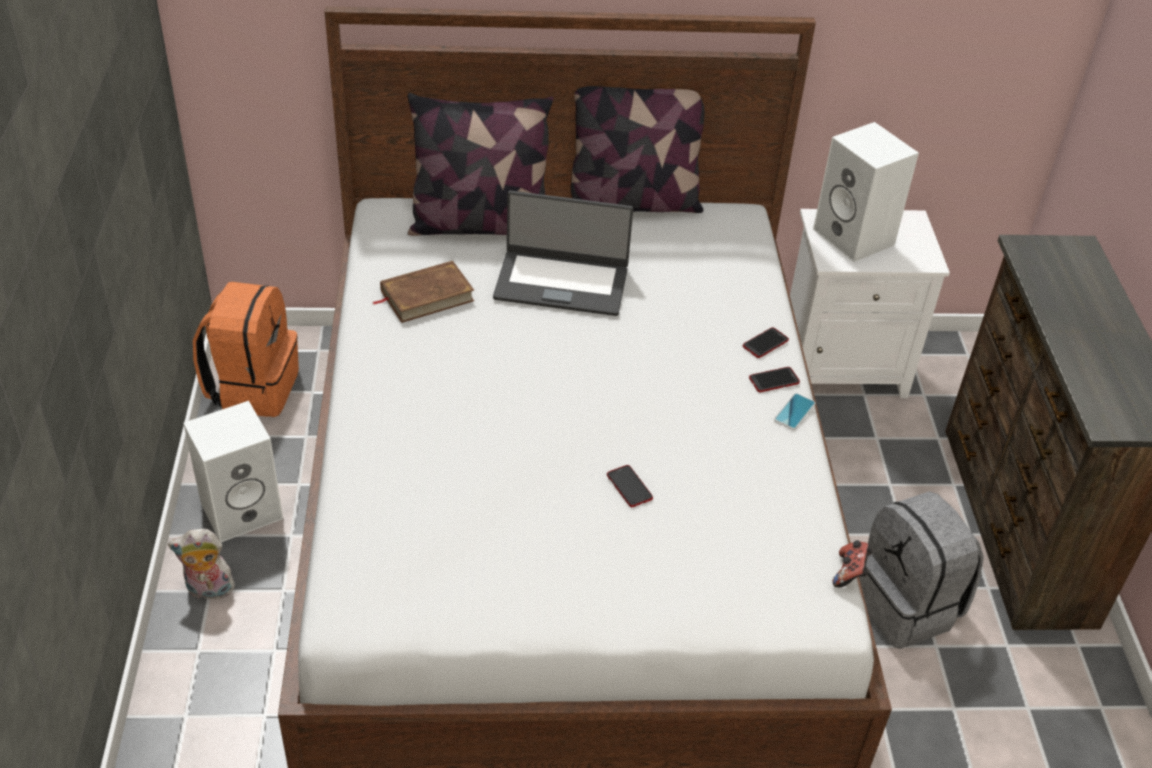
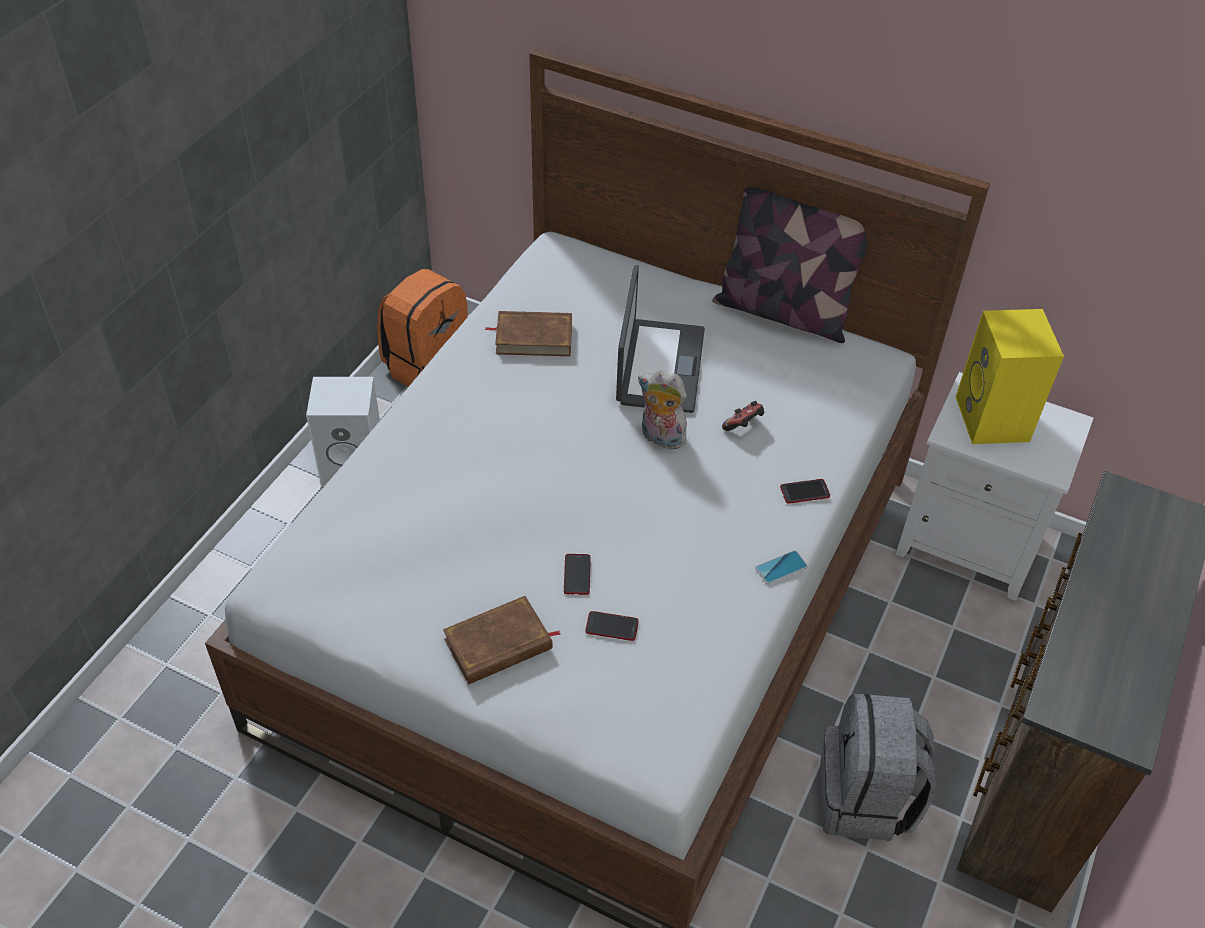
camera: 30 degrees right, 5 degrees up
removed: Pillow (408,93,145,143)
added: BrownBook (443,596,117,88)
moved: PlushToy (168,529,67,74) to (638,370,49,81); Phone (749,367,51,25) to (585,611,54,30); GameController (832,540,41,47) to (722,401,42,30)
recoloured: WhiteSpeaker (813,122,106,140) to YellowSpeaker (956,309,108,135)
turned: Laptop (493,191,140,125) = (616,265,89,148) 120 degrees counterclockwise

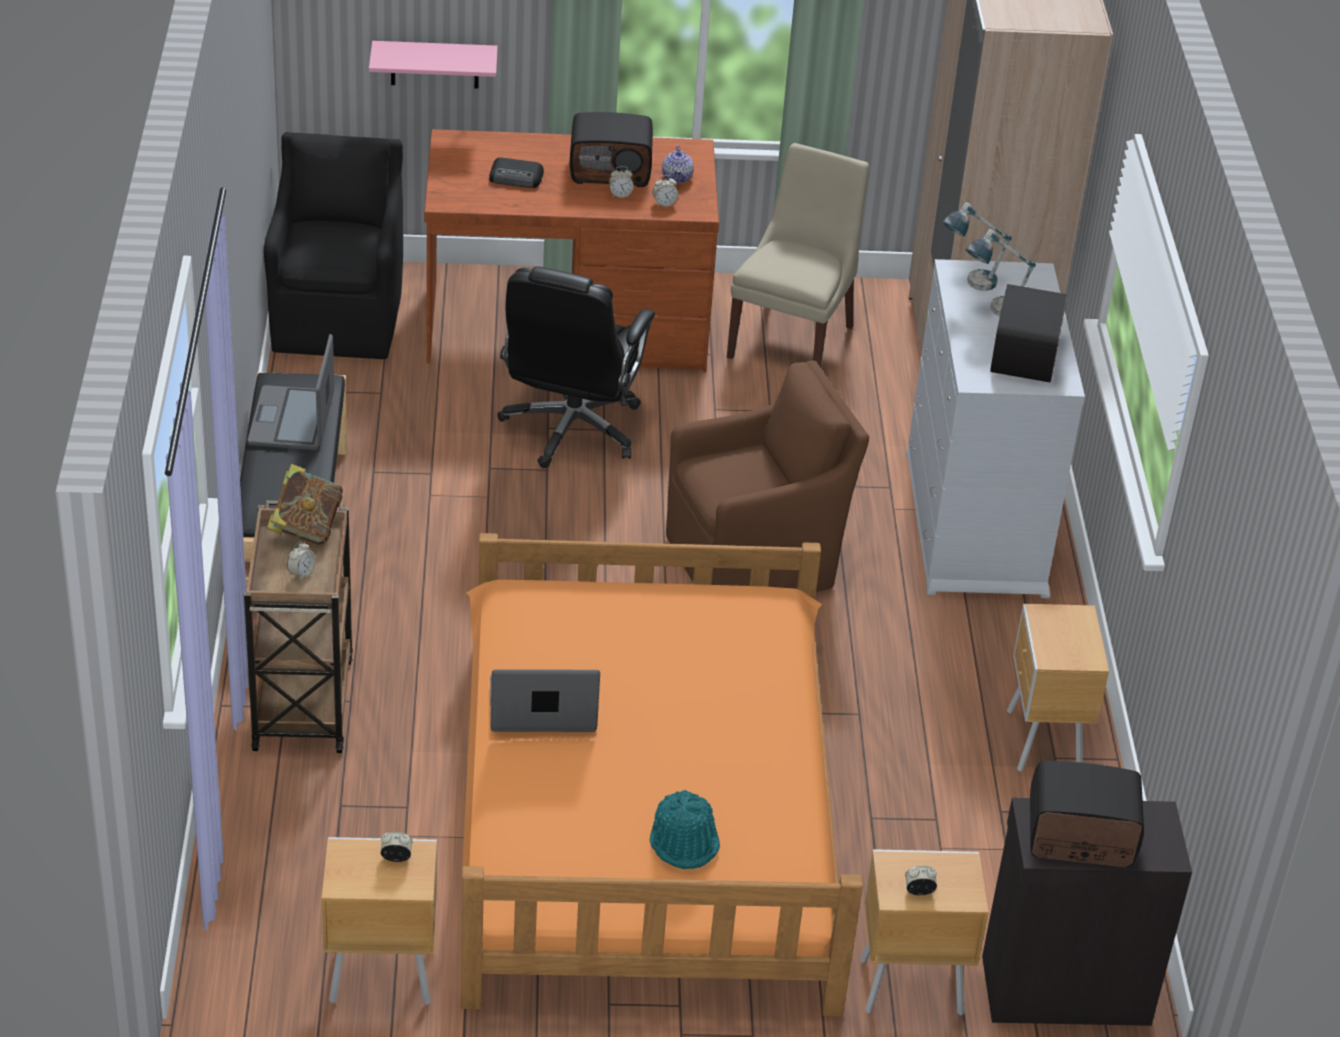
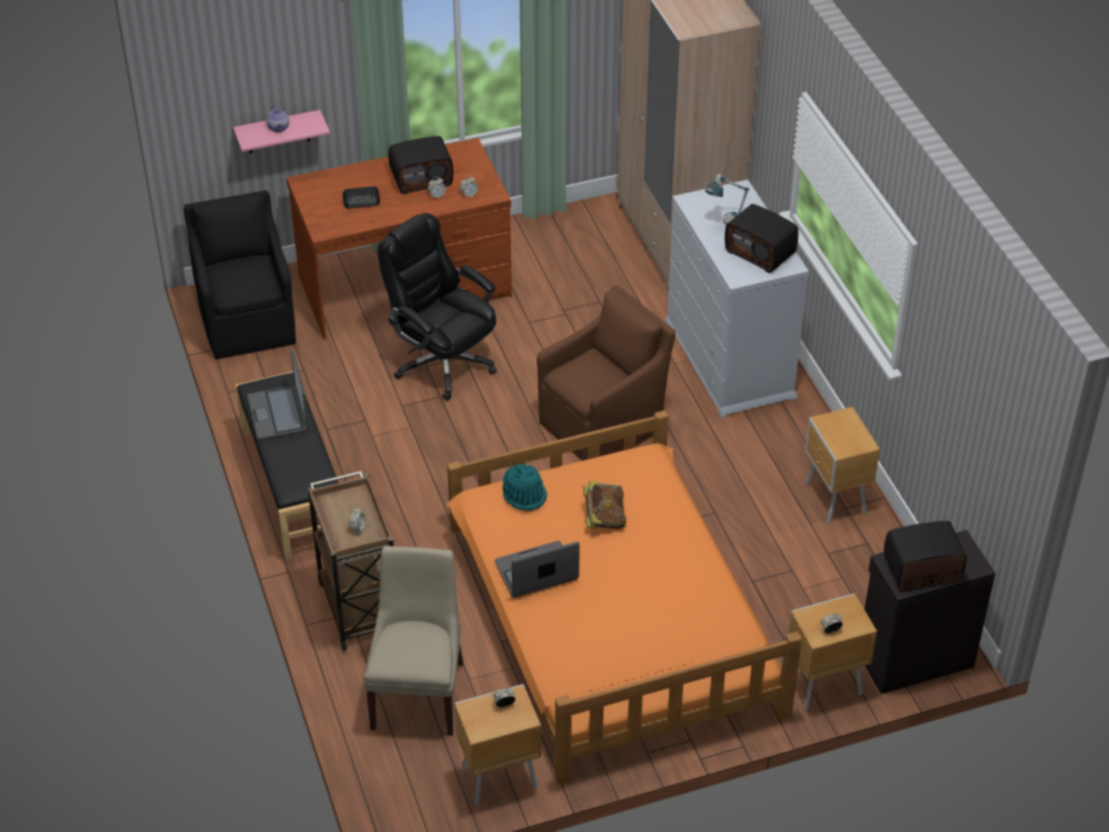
camera: 15 degrees left, 5 degrees up
removed: TableLamp (942,202,70,89)
moved: Book (266,464,77,82) to (583,481,43,48); TurquoiseHat (650,790,70,79) to (503,464,44,47); Teapot (662,146,32,37) to (266,105,23,27); BeigeChair (727,143,142,225) to (364,546,100,190)
turned: BlackOfficeChair (497,266,158,202) = (378,213,119,188) 135 degrees clockwise; Radio (990,284,77,98) = (725,204,73,69) 45 degrees counterclockwise

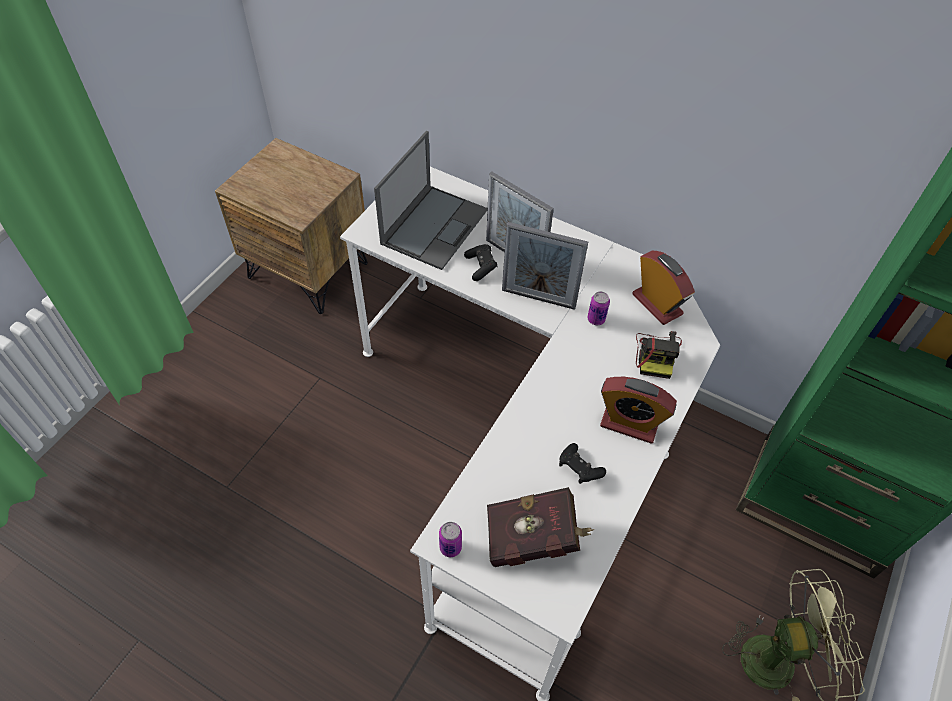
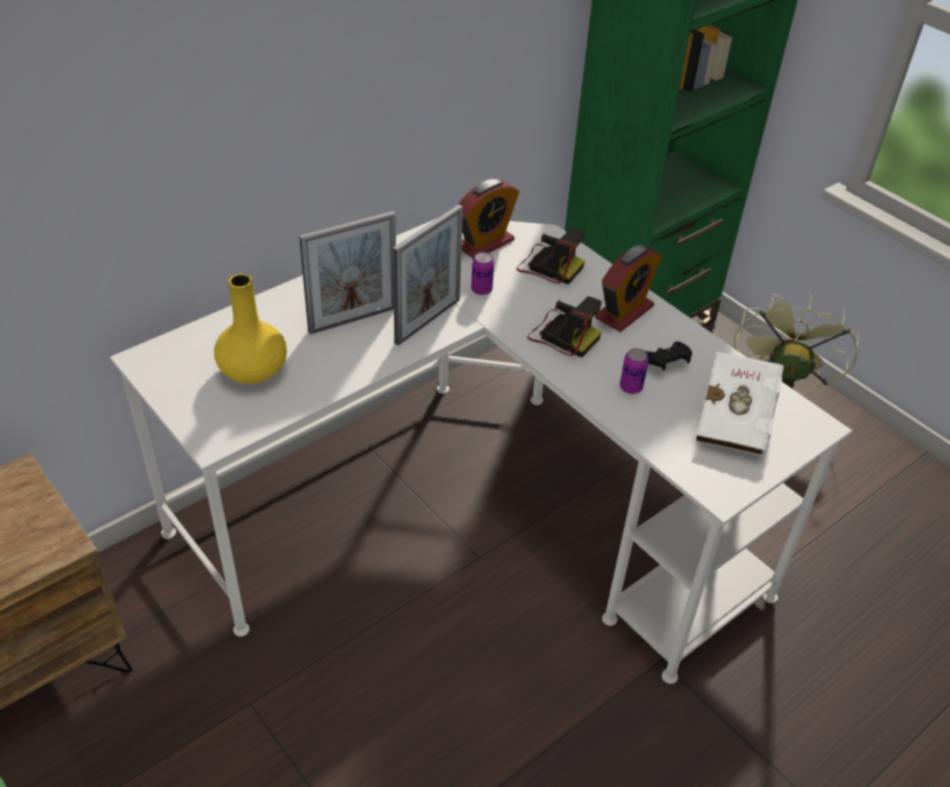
camera: 70 degrees left, 10 degrees down
removed: BlackGameController (464,244,34,37)
added: PhotoCamera (527,296,75,62)
moved: Can (439,522,23,35) to (620,348,29,46)
replaced: Laptop (374,131,114,139) to YellowVase (214,274,73,110)
recoloured: RedBook (487,487,107,80) to WhiteBook (696,351,88,106)
turned: AlarmClock (633,251,62,74) = (459,179,60,80) 150 degrees clockwise

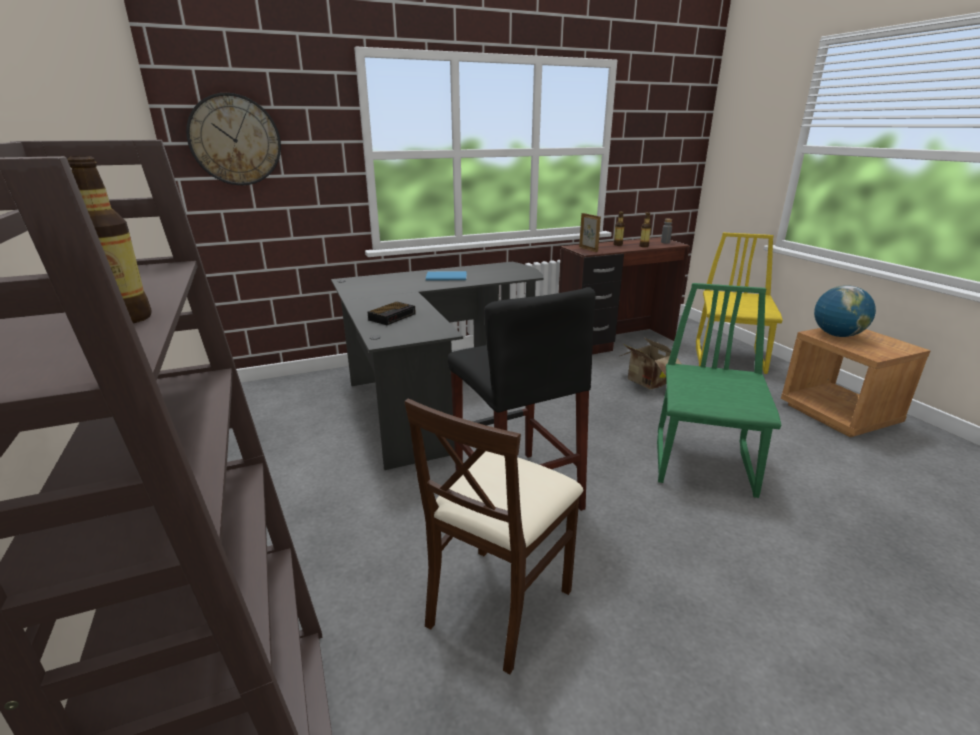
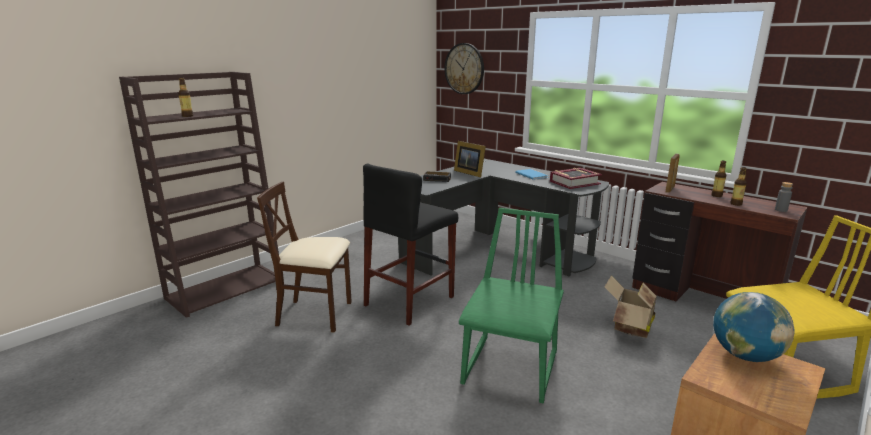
camera: 65 degrees right, 5 degrees down
added: PictureFrame (454,141,32,36); Book (550,168,52,21)
turned: GreenChair (657,283,124,215) = (459,208,105,195) 60 degrees counterclockwise

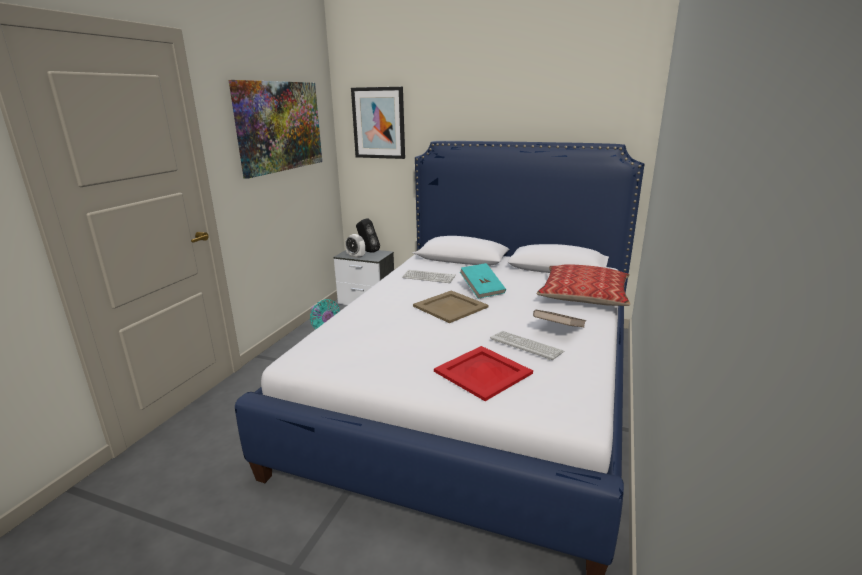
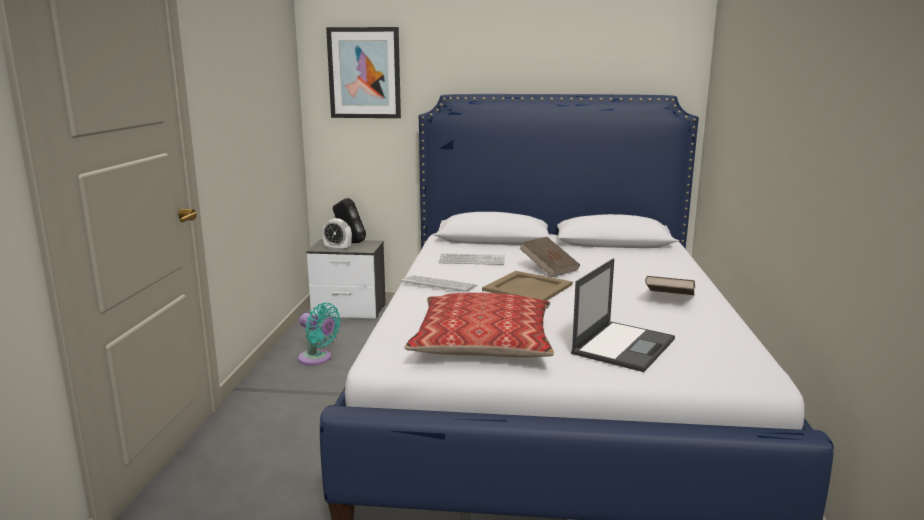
camera: 15 degrees left, 5 degrees down
removed: Picture (229,80,93,99)
moved: Keyboard (490,331,75,29) to (401,275,76,18); Pillow (536,264,94,42) to (404,293,150,65)
replaced: RedTray (434,346,99,55) to Laptop (571,258,104,114)
recoloured: TurquoiseBook (460,263,46,36) to BrownBook (519,237,61,40)

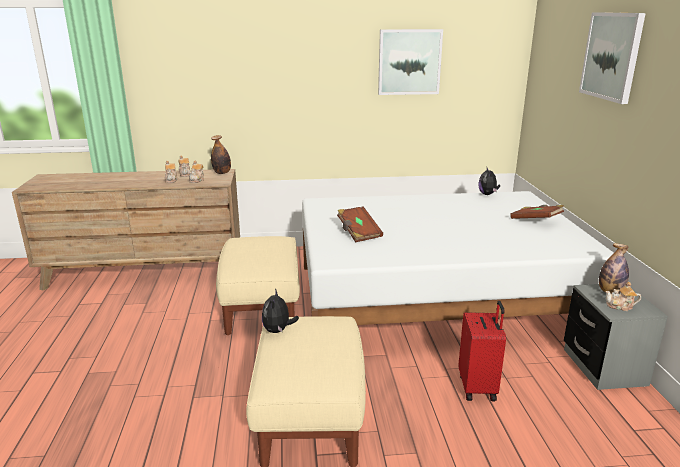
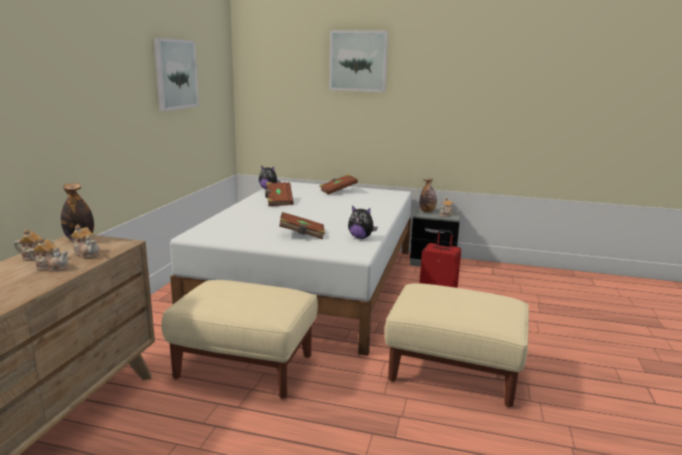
camera: 70 degrees left, 5 degrees down
added: BrownBook (265,182,29,24)
moved: PlushToy (262,288,37,45) to (348,206,30,33)

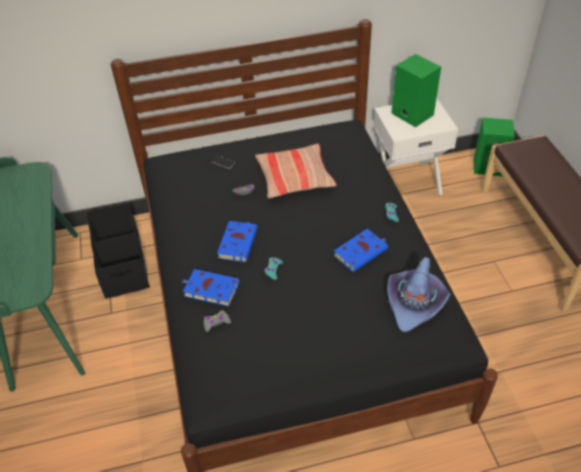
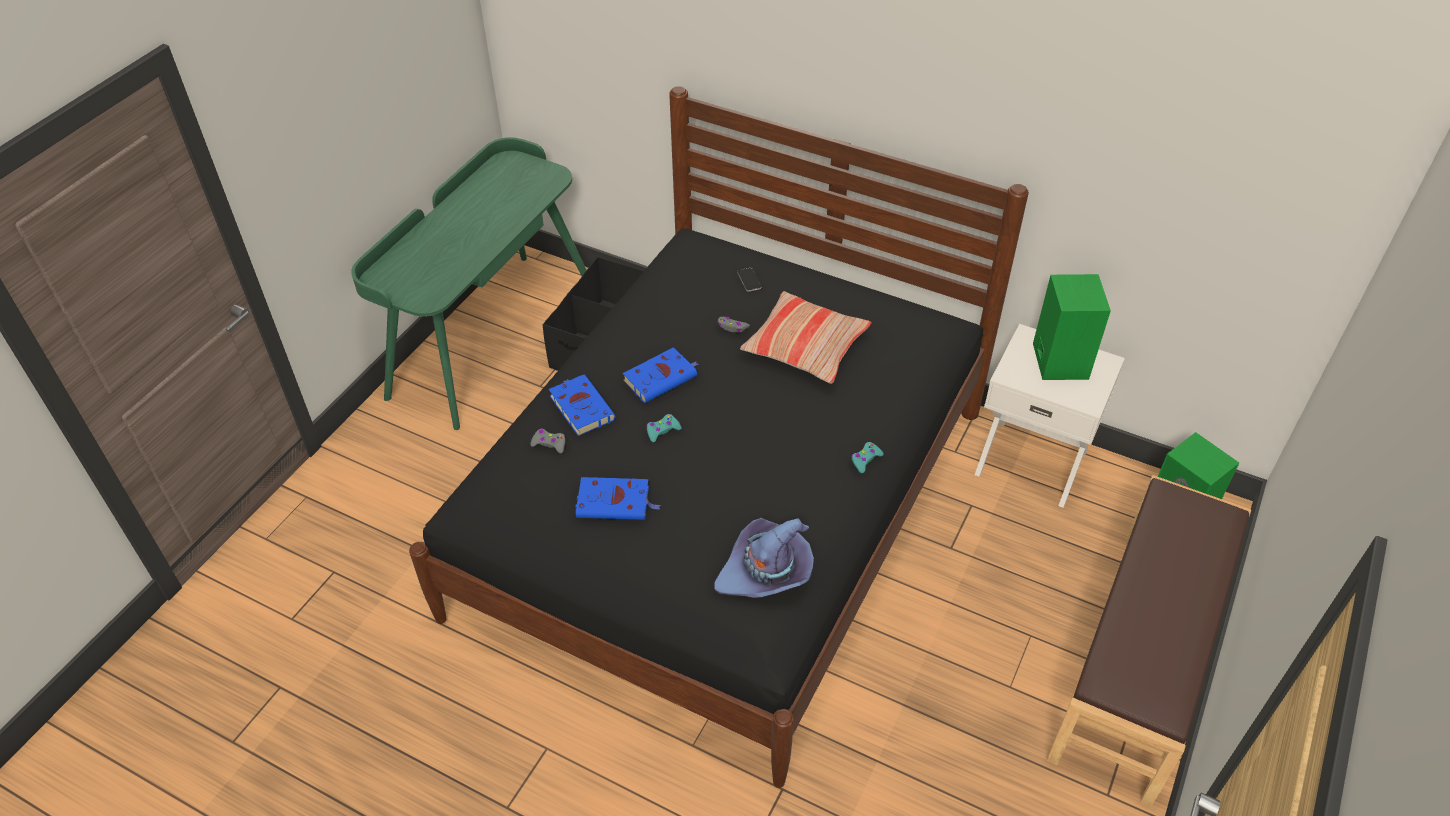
camera: 40 degrees right, 0 degrees up
moved: BlueBook (334,229,54,43) to (575,477,86,43)

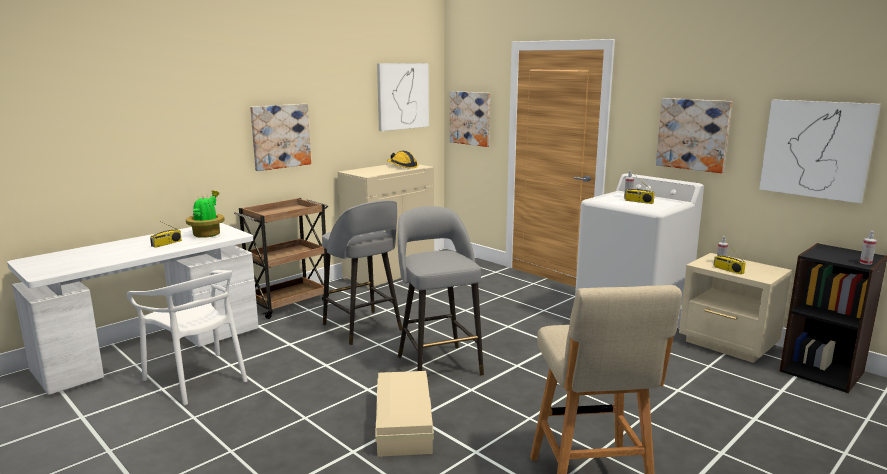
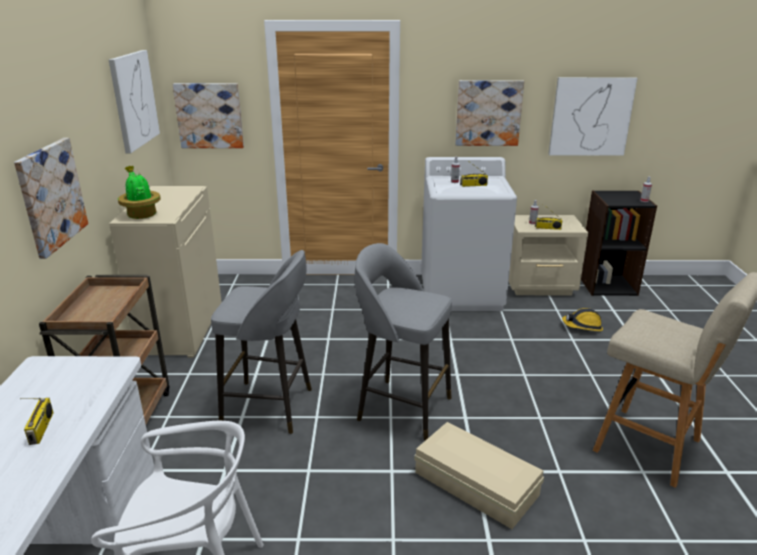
camera: 45 degrees left, 10 degrees up
moved: PottedPlant (186,190,39,48) to (118,166,43,53); HardHat (387,151,31,18) to (562,308,41,23)

